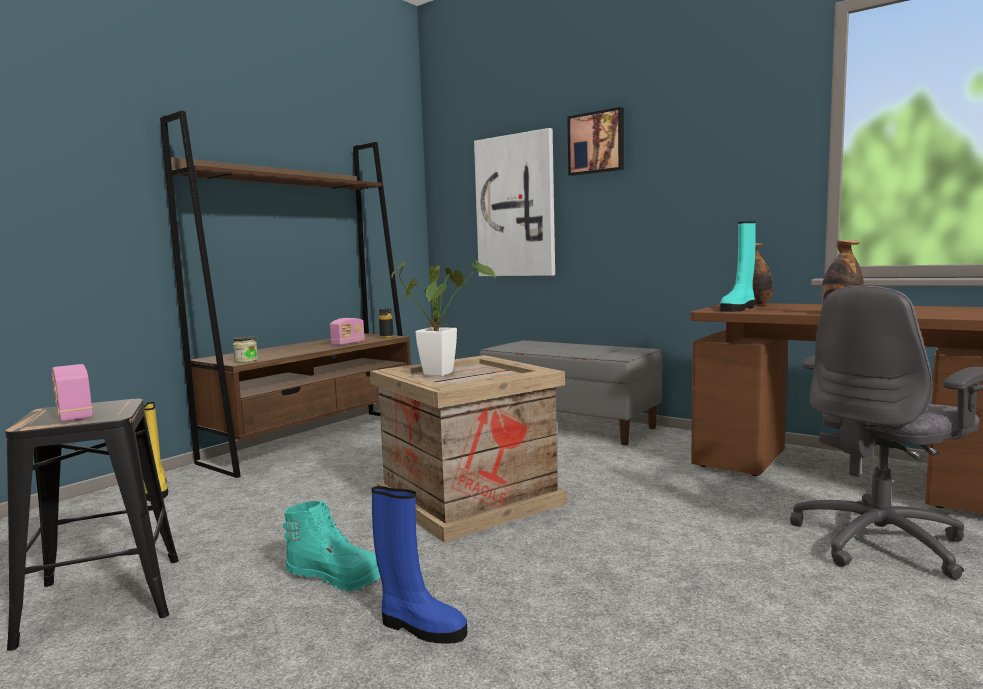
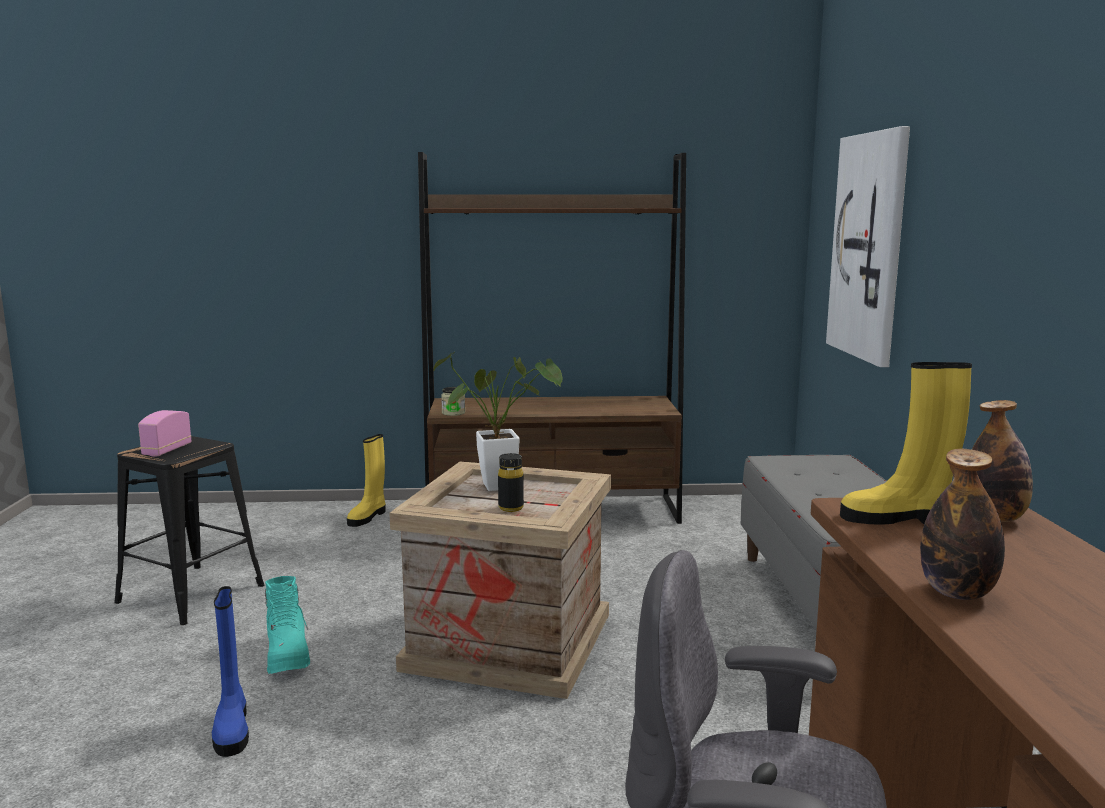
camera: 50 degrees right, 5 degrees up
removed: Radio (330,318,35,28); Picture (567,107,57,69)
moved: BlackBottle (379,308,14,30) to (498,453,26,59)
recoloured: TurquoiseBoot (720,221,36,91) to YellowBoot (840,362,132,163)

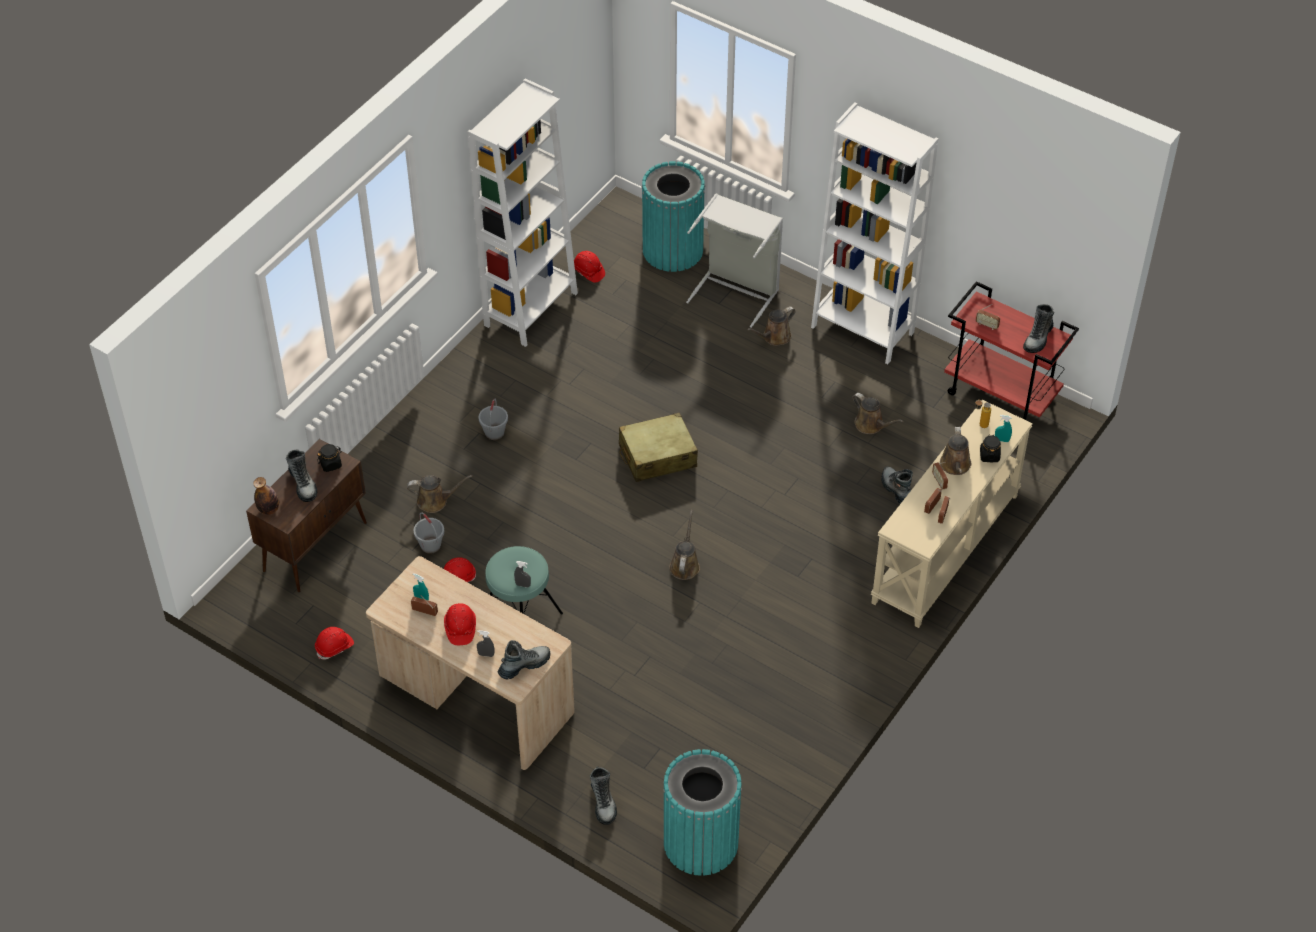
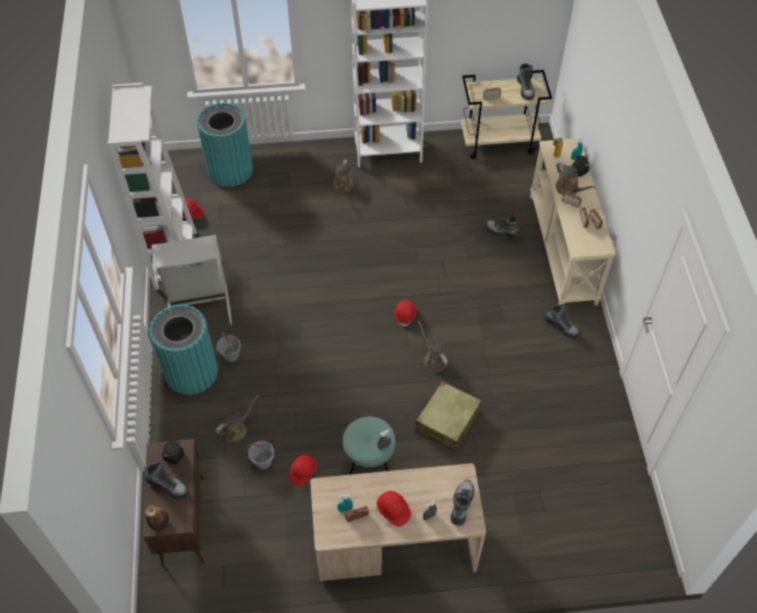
camera: 40 degrees left, 5 degrees up
removed: BrownWateringCan (853,393,50,41)
moved: RedHardHat (315,627,39,33) to (394,300,23,27); Boot (590,767,27,58) to (544,304,36,34); BeigeSuitcase (619,413,79,69) to (415,381,67,71); TurquoiseTrashCan (663,749,79,127) to (149,304,69,91); GreyLaundryBasket (686,193,97,135) to (151,234,81,91)
recoloured: RedCart (944,281,135,145) to BeigeCart (461,70,91,89)

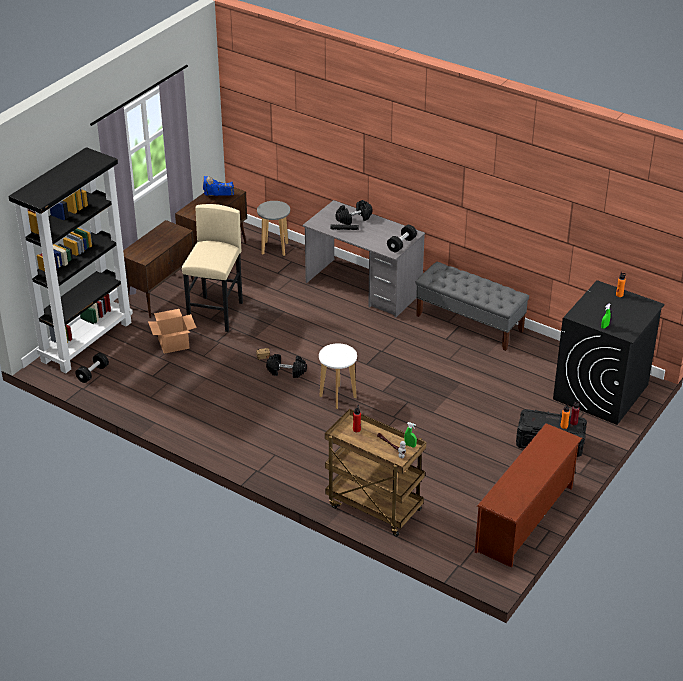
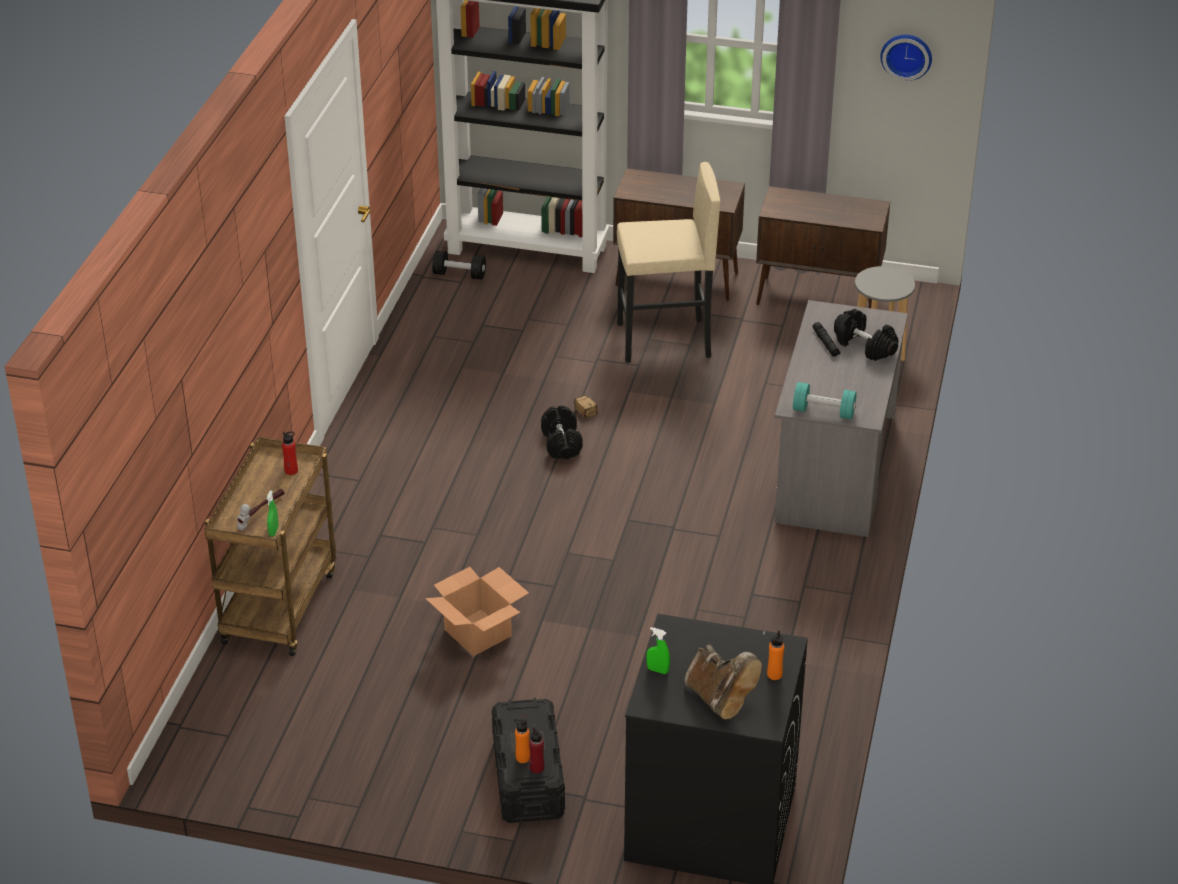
camera: 70 degrees right, 0 degrees up
removed: BlueBoot (203,176,31,20); WhiteStool (319,343,38,66); GreyBench (416,262,113,89); BrownShoeRack (475,423,108,145)
added: BrownBoot (684,644,78,75); WallClock (881,35,51,46)
moved: CardboardBox (148,309,49,45) to (425,567,104,89)
recoloured: BlackDumbbell (387,225,30,27) to TurquoiseDumbbell (793,382,64,38)

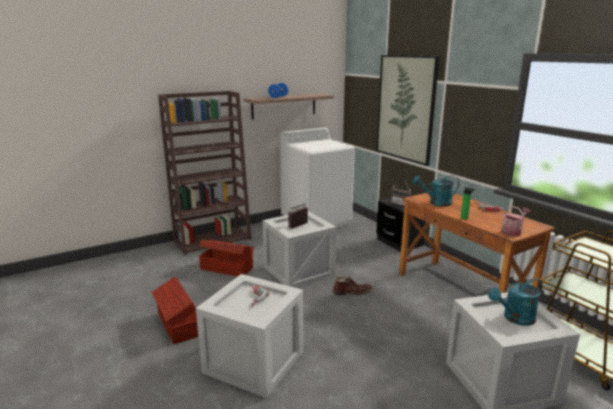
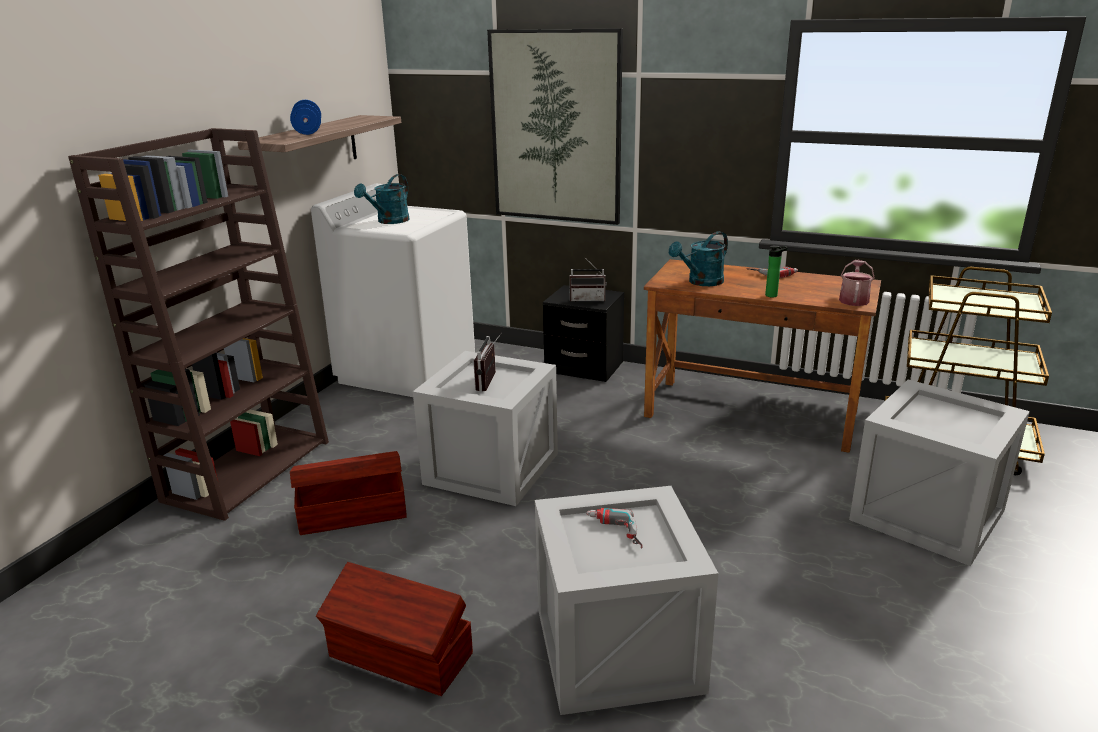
camera: 35 degrees left, 5 degrees up
removed: BrownBoot (333,276,40,19)
moved: TurquoiseWateringCan (488,278,54,48) to (354,174,56,50)

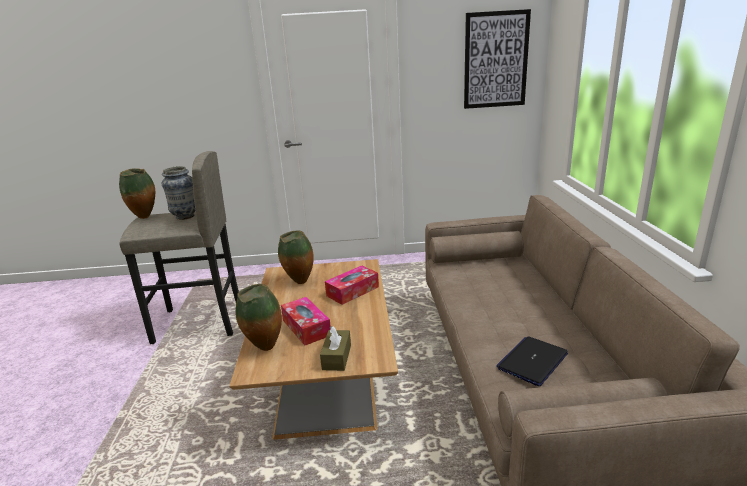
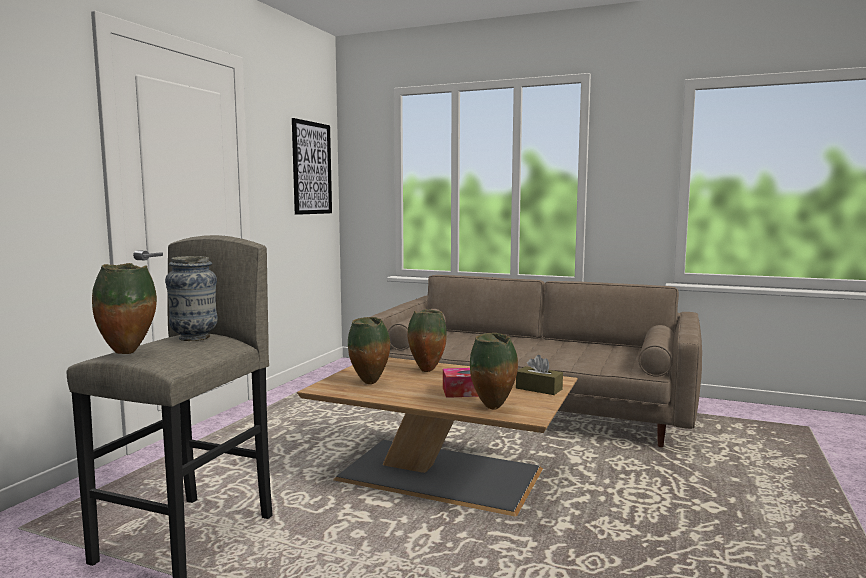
camera: 65 degrees left, 15 degrees down
removed: Laptop (496,336,72,50)
replaced: TissueBox (325,265,54,40) to Vase (407,309,40,63)

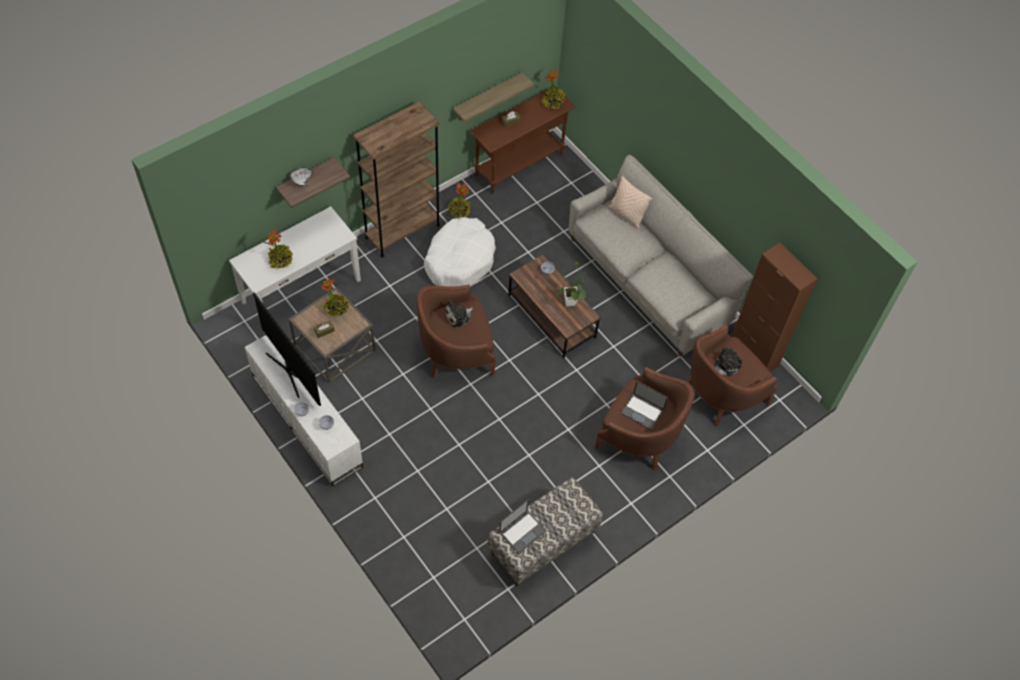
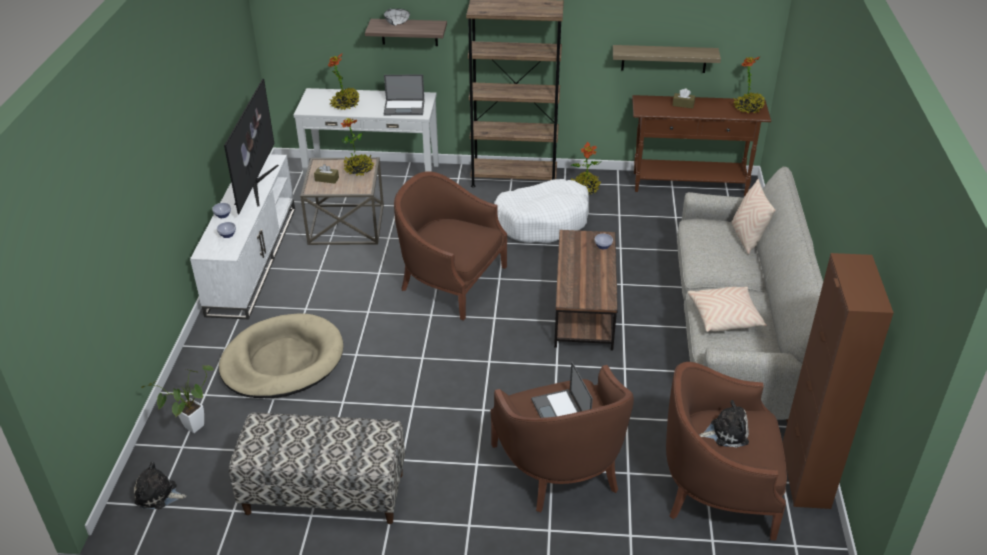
camera: 45 degrees right, 20 degrees down
added: BeigeDogBed (219,313,124,86); BeigePillow (688,287,79,45)
moved: PlushToy (444,300,29,28) to (134,462,53,47); Laptop (499,499,48,55) to (384,74,40,41); PottedPlant (556,262,30,44) to (141,365,73,68)

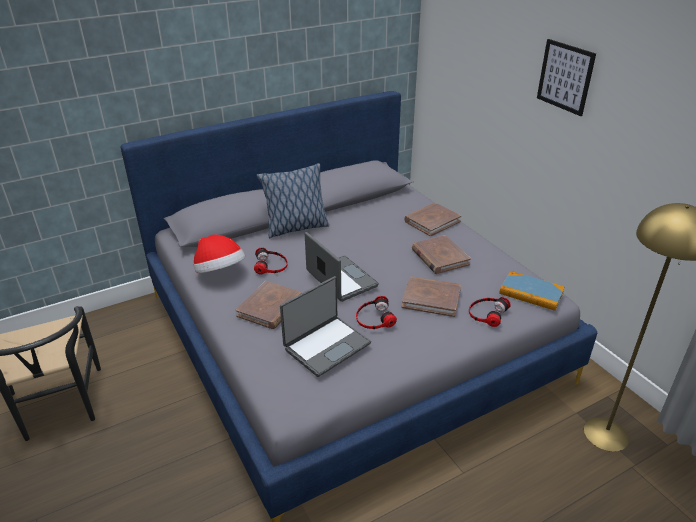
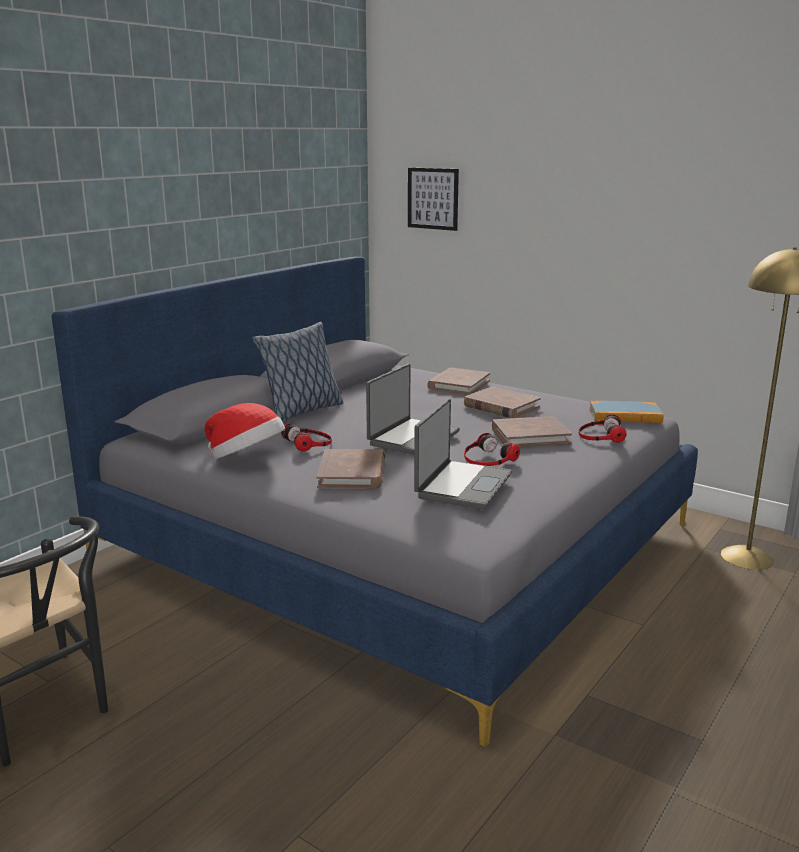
camera: 25 degrees left, 15 degrees down
moved: Picture (537,39,59,77) to (408,168,51,63)
turned: Laptop (305,232,74,70) = (366,364,94,91) 90 degrees clockwise

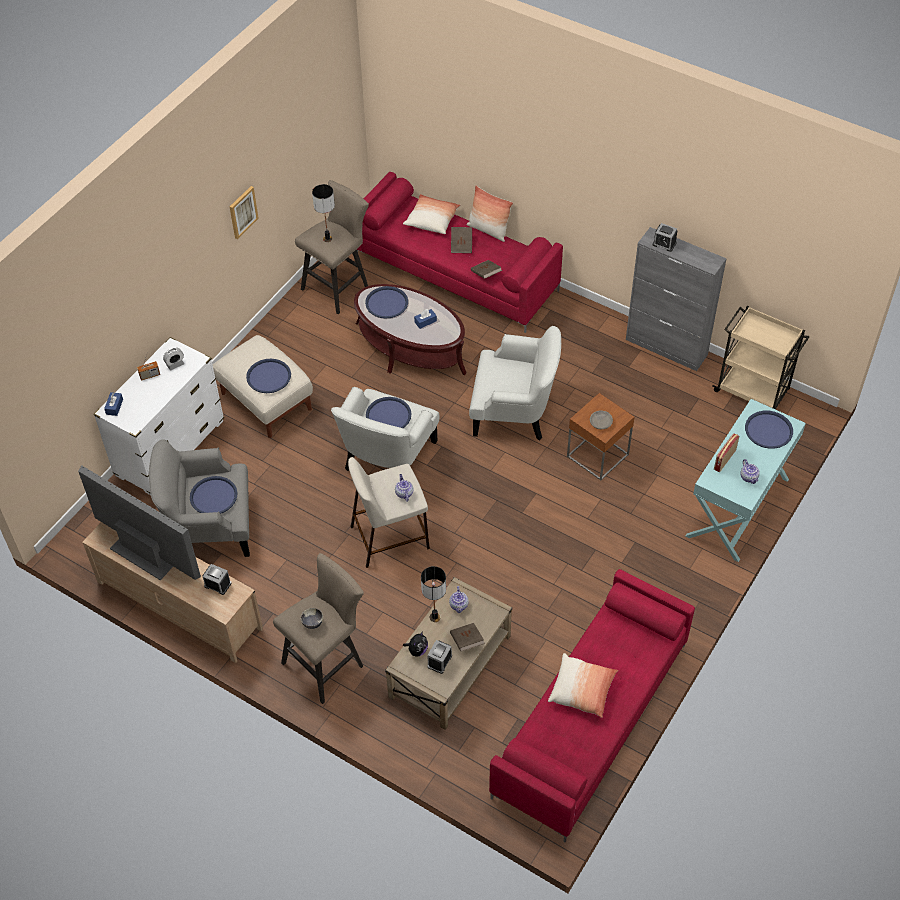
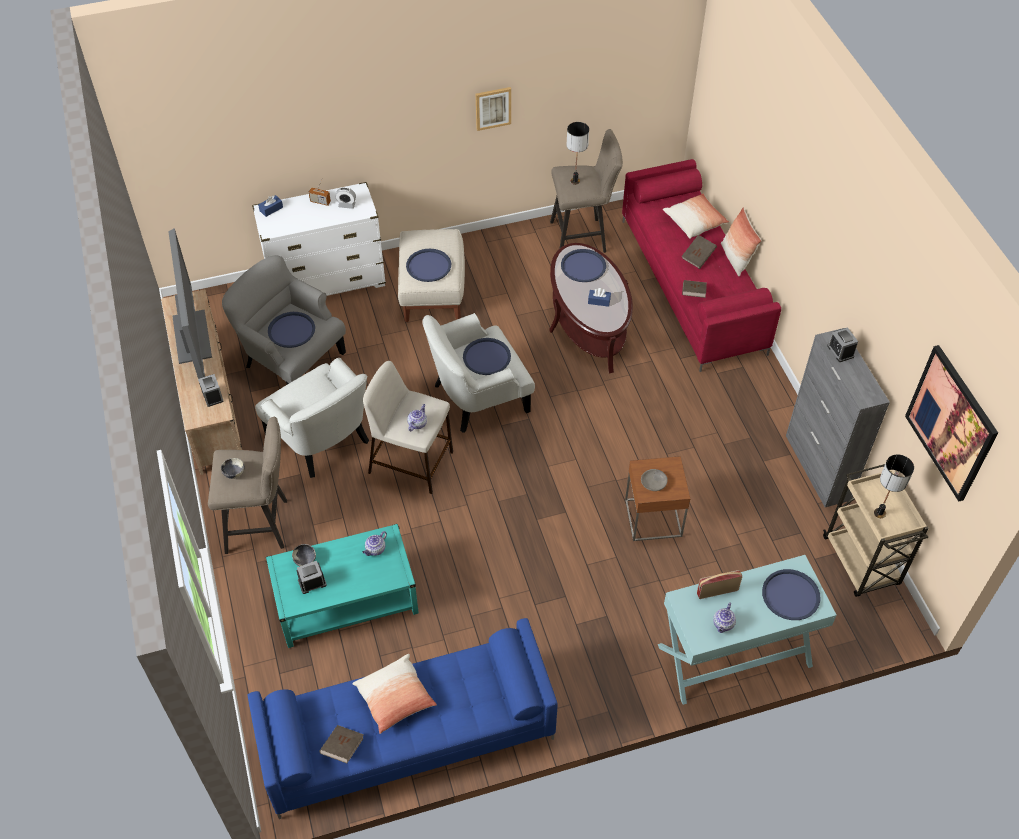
camera: 40 degrees right, 0 degrees up
added: Picture (905,345,93,157)
moved: TableLamp (421,566,25,56) to (874,454,40,64); BrownBook (450,623,35,29) to (319,725,45,38); WhiteArmchair (469,326,92,114) to (255,358,114,120)
replaced: PlushToy (403,631,25,26) to Bowl (292,544,24,22)
recoloured: BeigeCoffeeTable (385,577,127,153) to TurquoiseCoffeeTable (266,524,153,124); RedSofa (489,569,206,273) to BlueSofa (247,618,311,201)

